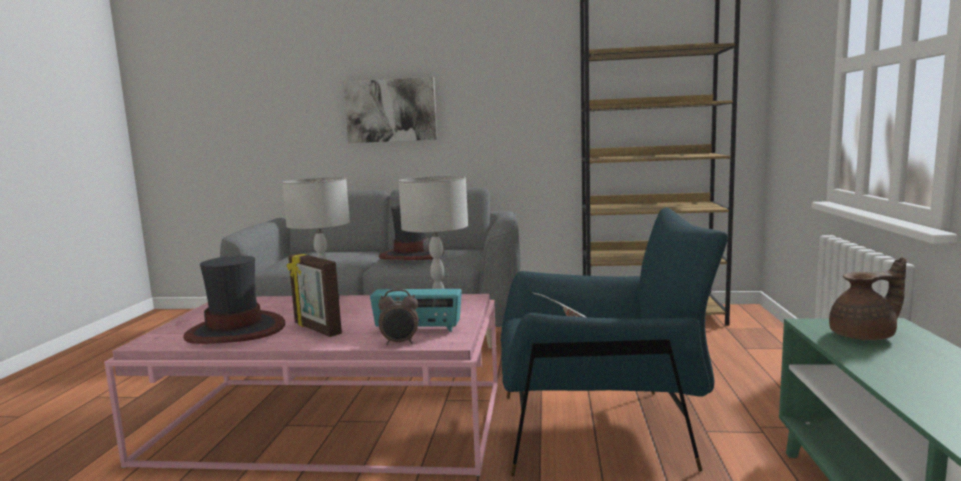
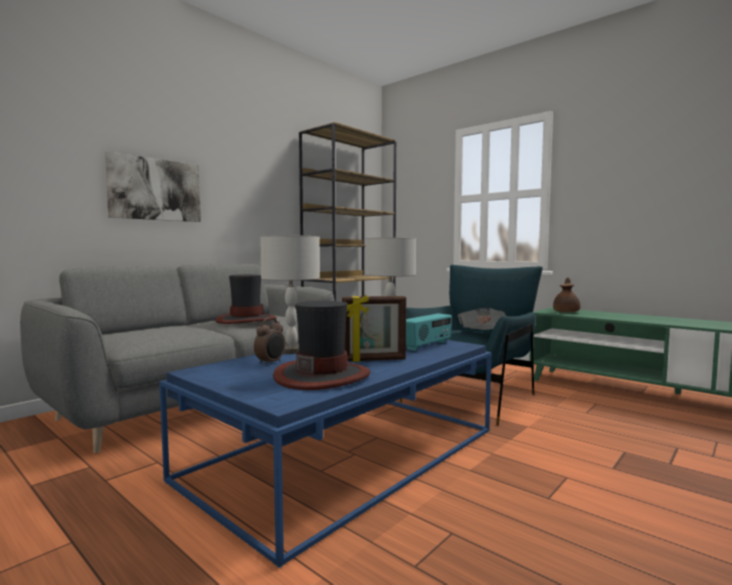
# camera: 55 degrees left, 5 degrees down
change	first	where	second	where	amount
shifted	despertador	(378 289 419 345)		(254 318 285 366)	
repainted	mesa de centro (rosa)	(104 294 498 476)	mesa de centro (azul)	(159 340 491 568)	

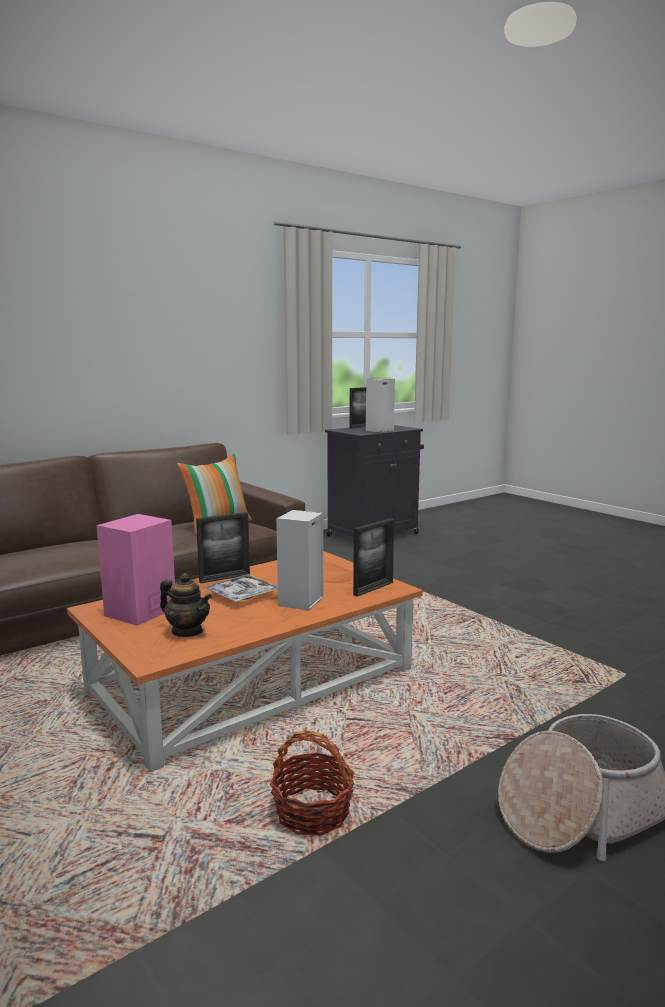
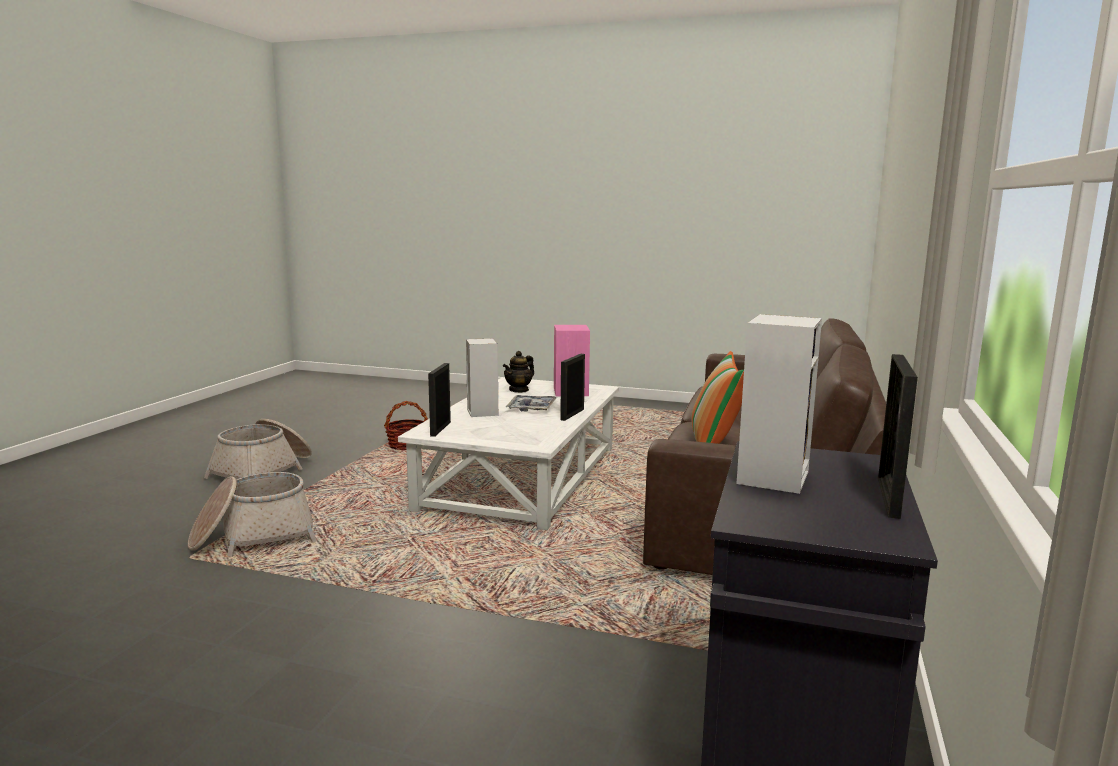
# camera: 145 degrees right, 0 degrees up
change	first	where	second	where	amount
repainted	mesa de centro (naranja)	(67 551 423 772)	mesa de centro (blanco)	(398 377 619 530)	
rotated	tetera	(160 573 212 637)		(503 351 534 393)	45 degrees counterclockwise
new			cesta	(188 472 317 557)	

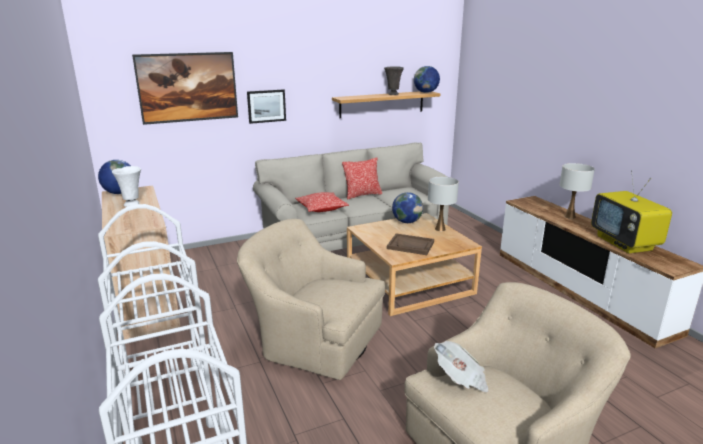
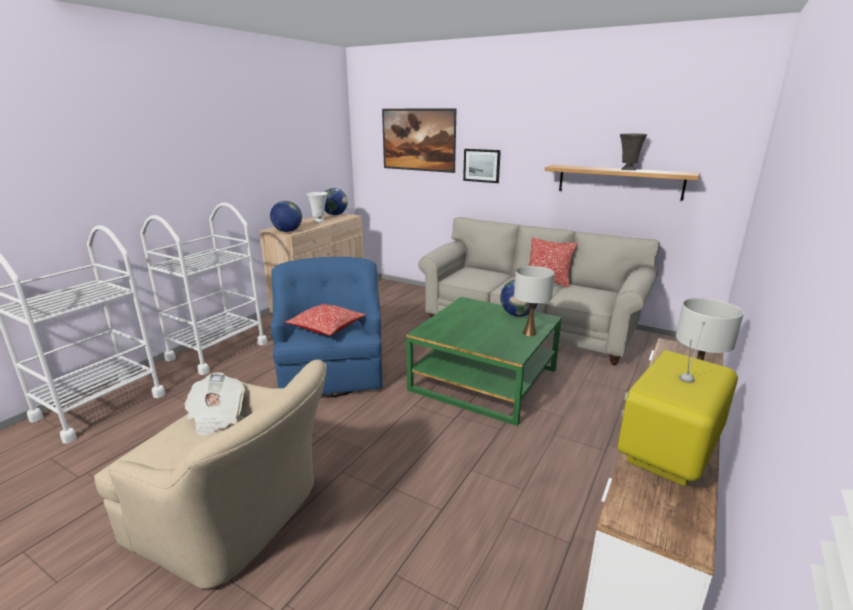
# camera: 55 degrees right, 0 degrees up
change	first	where	second	where	amount
shifted	globo terráqueo	(414 66 440 93)		(270 201 302 232)	
shifted	cojín	(296 192 349 212)		(285 304 366 336)	
repainted	mesa de centro (beis)	(347 213 482 316)	mesa de centro (verde)	(406 297 562 426)	
repainted	sillón (beis)	(237 219 385 380)	sillón (azul)	(271 257 382 398)	
gone	bandeja (marrón)	(387 233 434 255)			

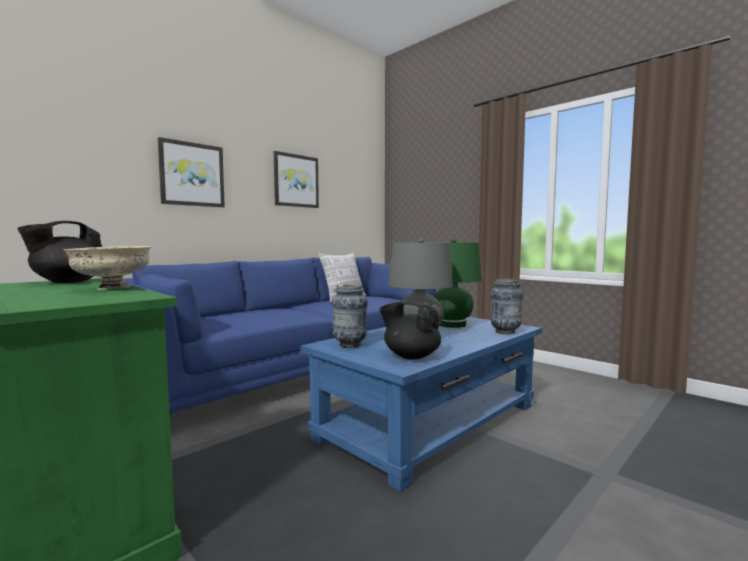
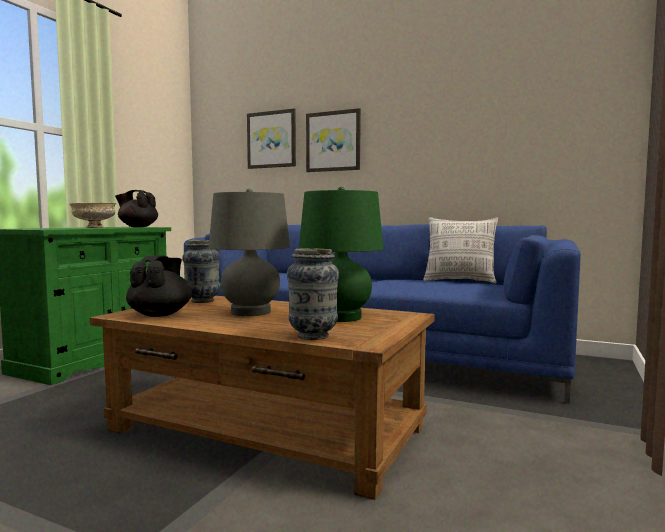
# camera: 70 degrees right, 0 degrees up
change	first	where	second	where	amount
shifted	cuadro	(274 151 319 208)		(247 109 296 169)	
repainted	mesa de centro (azul)	(300 317 542 492)	mesa de centro (marrón)	(90 296 435 500)	

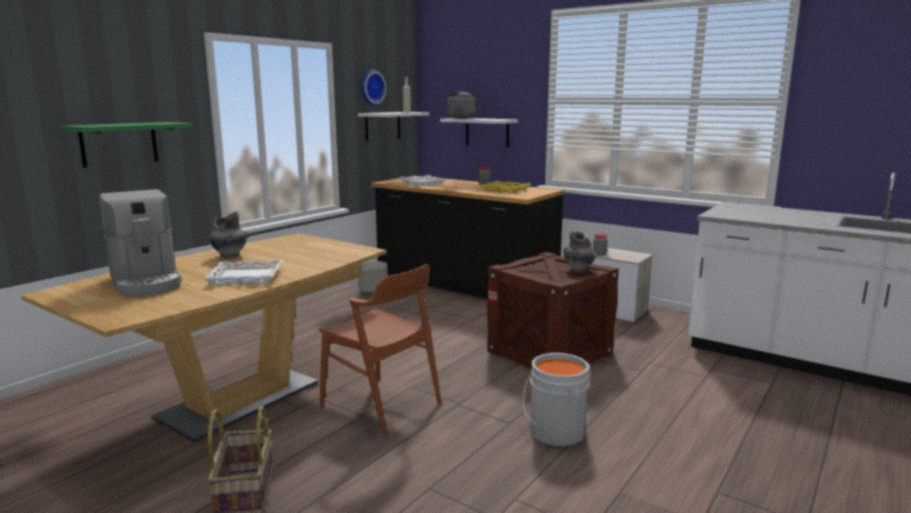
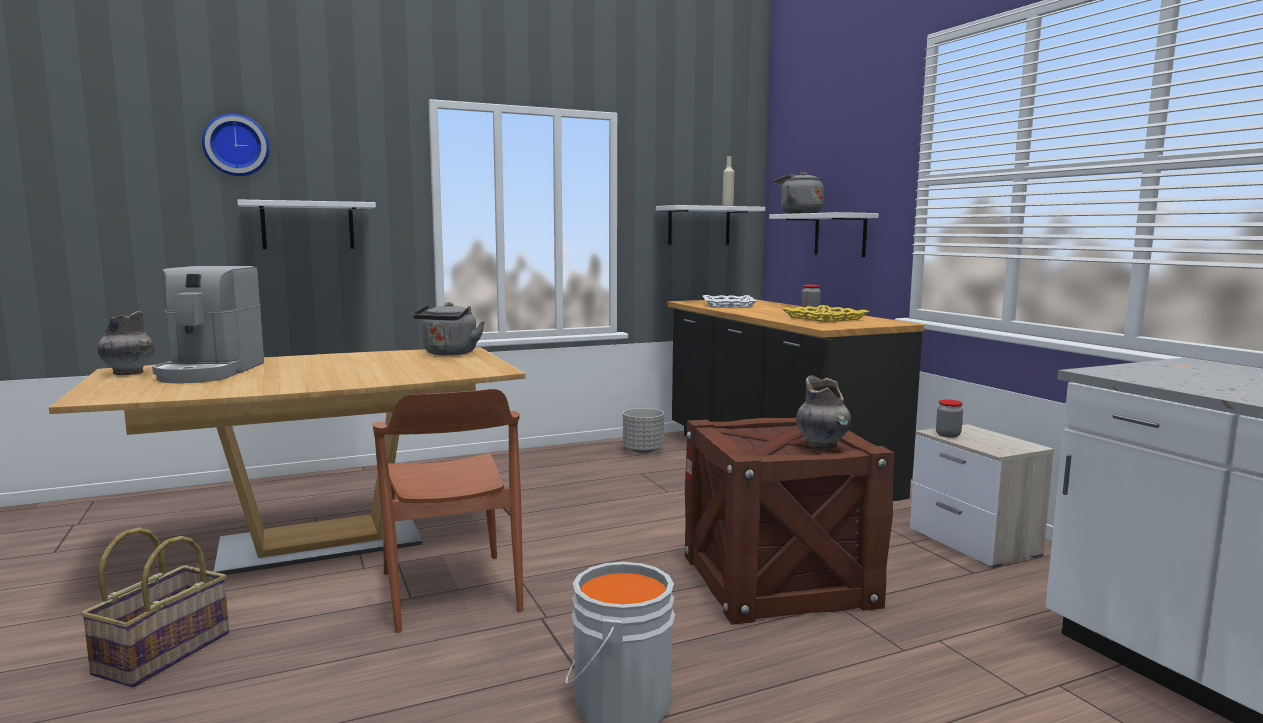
# camera: 30 degrees right, 5 degrees down
change	first	where	second	where	amount
shifted	reloj de pared	(361 70 387 106)		(202 114 270 176)	
repainted	estante (verde)	(60 122 193 168)	estante (blanco)	(237 199 376 249)	
shifted	florero (gris)	(206 211 249 259)		(98 311 155 375)	
gone	bandeja (blanco)	(203 260 282 285)			
new			hervidor (gris)	(413 302 485 356)	

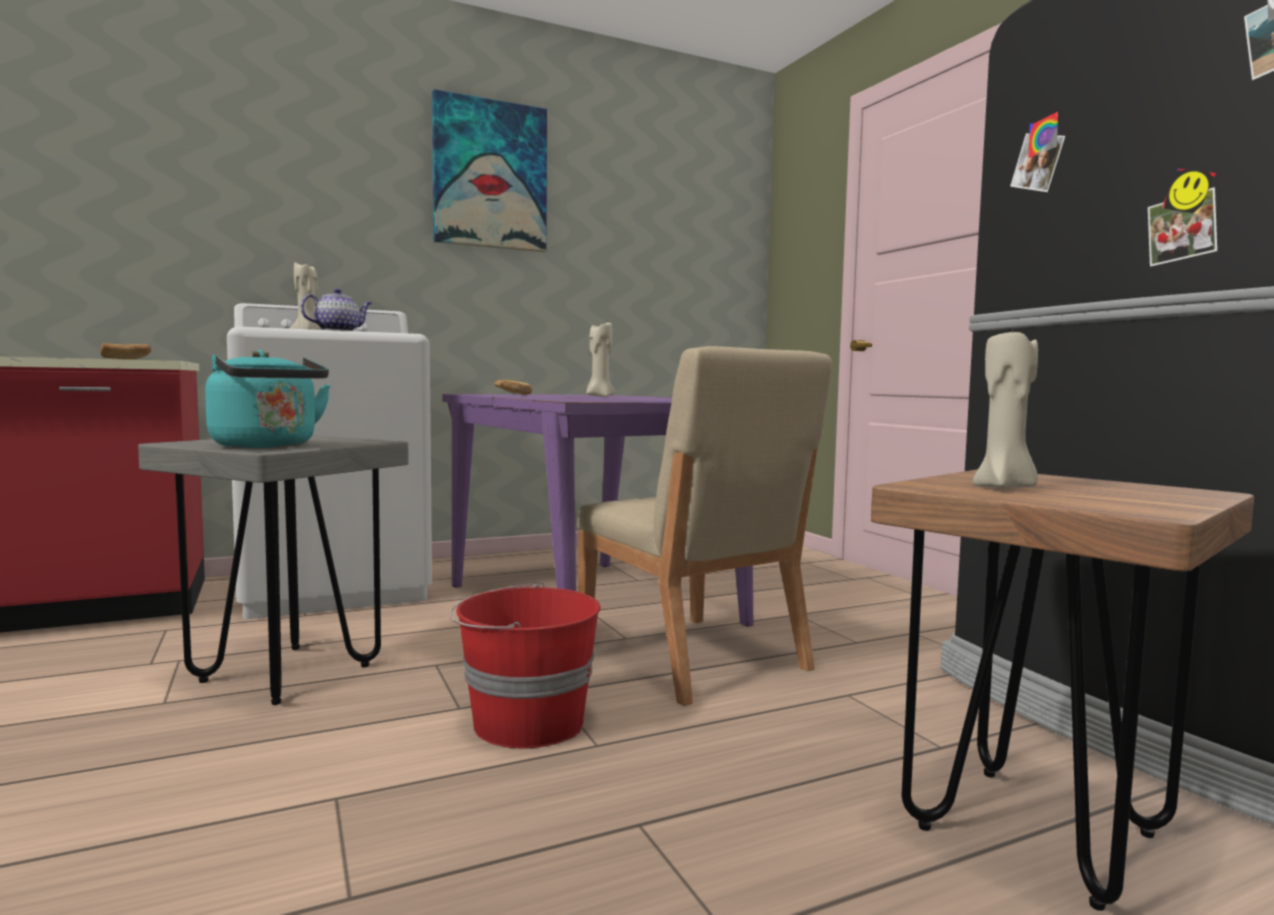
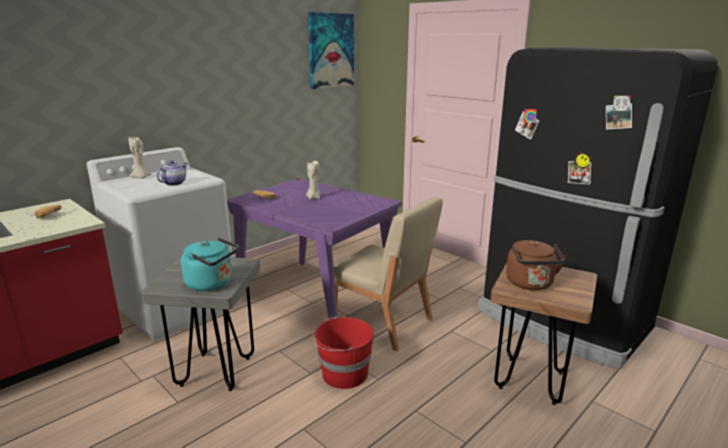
# camera: 20 degrees left, 15 degrees up
change	first	where	second	where	amount
shifted	cuadro	(432 89 547 252)		(308 12 354 89)	
swapped	vela (beis)	(973 331 1038 488)	hervidor (marrón)	(506 240 566 290)	

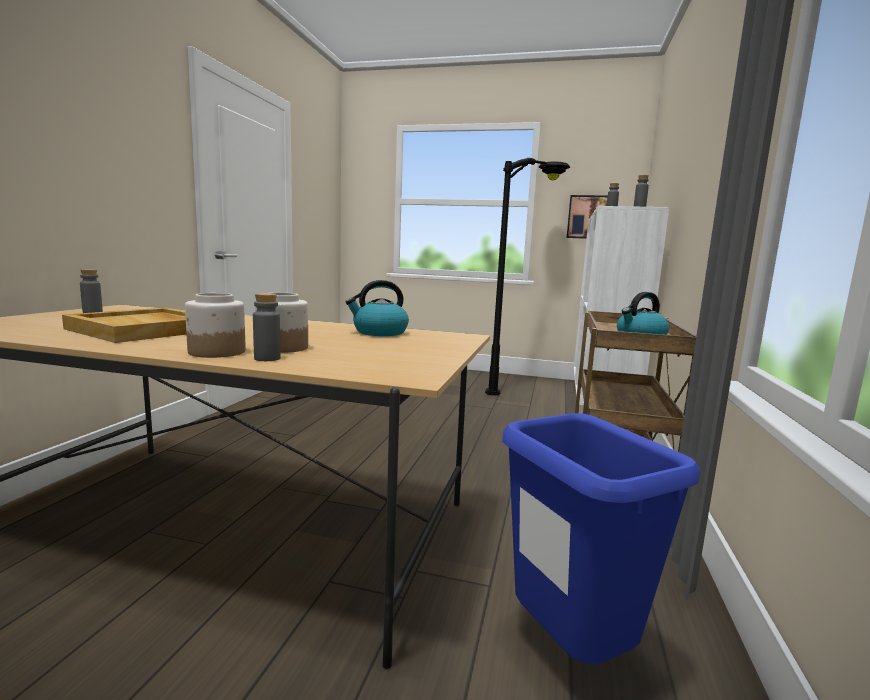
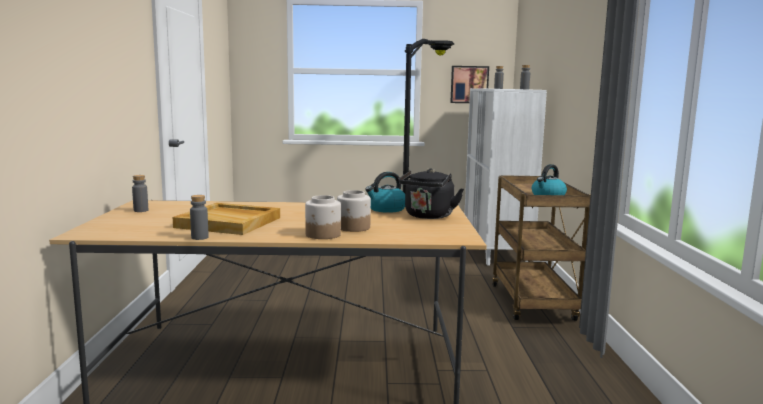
# camera: 15 degrees left, 0 degrees up
change	first	where	second	where	amount
shifted	botella (gris)	(253 293 281 361)		(190 195 209 240)	
gone	papelera (azul)	(502 413 700 665)			
new			hervidor (negro)	(399 169 464 219)	

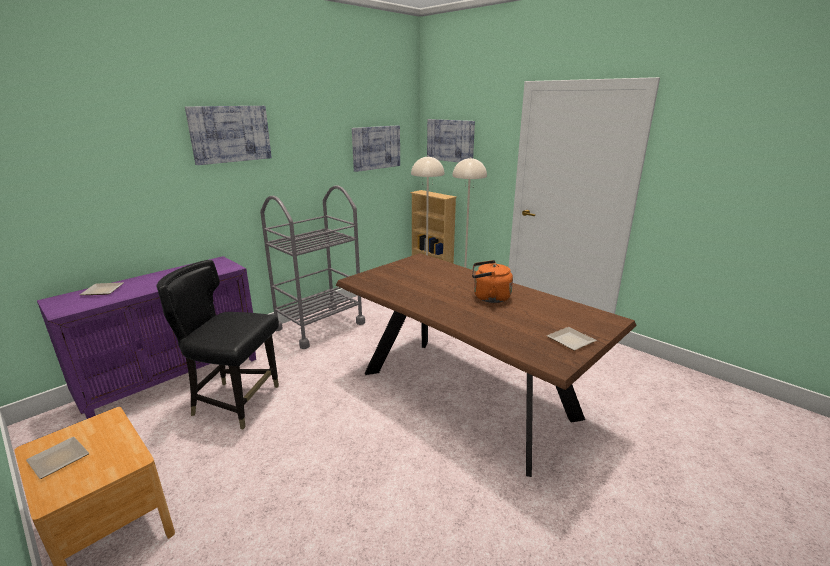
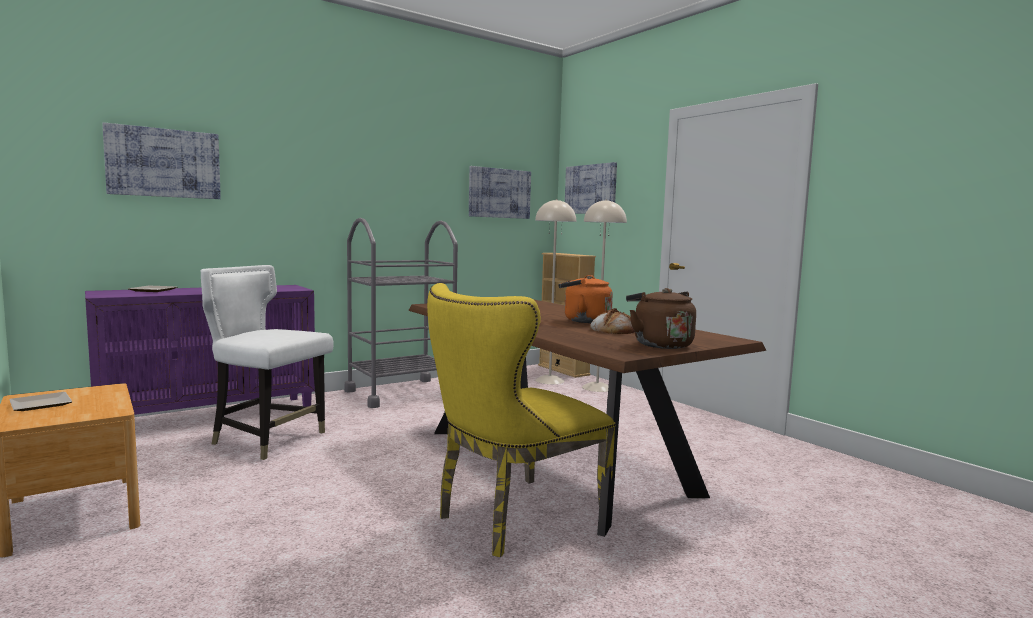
# camera: 10 degrees right, 15 degrees down
change	first	where	second	where	amount
shifted	cuadro	(185 106 272 165)		(102 122 221 199)	
repainted	silla (negro)	(157 260 279 429)	silla (blanco)	(201 265 334 460)	
swapped	plato	(547 327 597 351)	hervidor (marrón)	(626 288 696 349)	
new			silla (amarillo)	(427 283 616 557)	
new			pan	(590 308 635 334)	

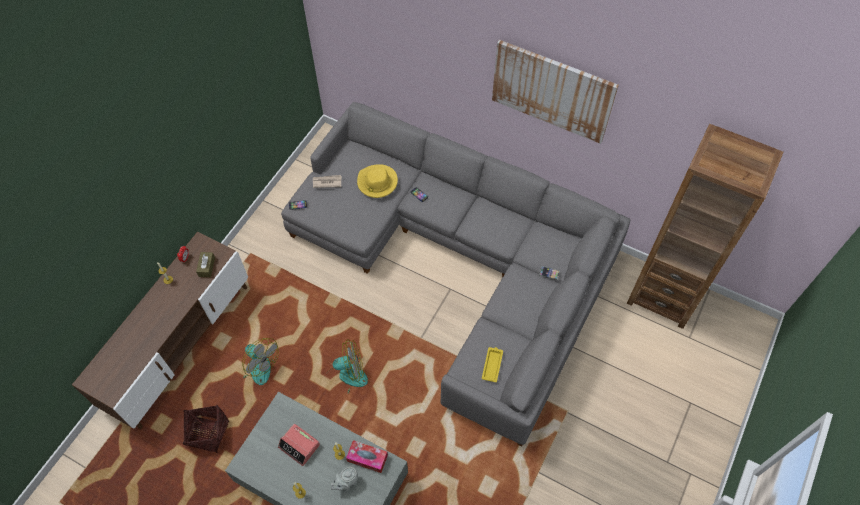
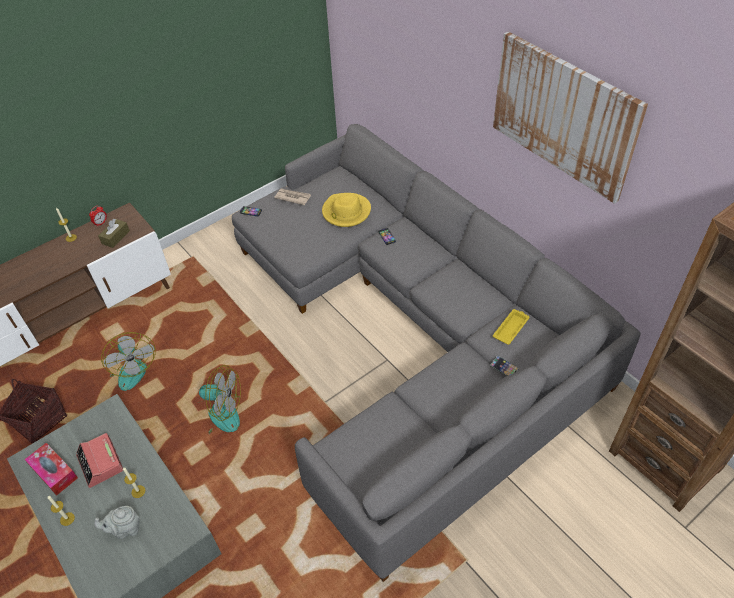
# camera: 25 degrees right, 10 degrees down
change	first	where	second	where	amount
shifted	bandeja (amarillo)	(482 347 503 382)		(493 309 530 345)	
shifted	caja de pañuelos	(346 440 388 473)		(24 443 78 496)	

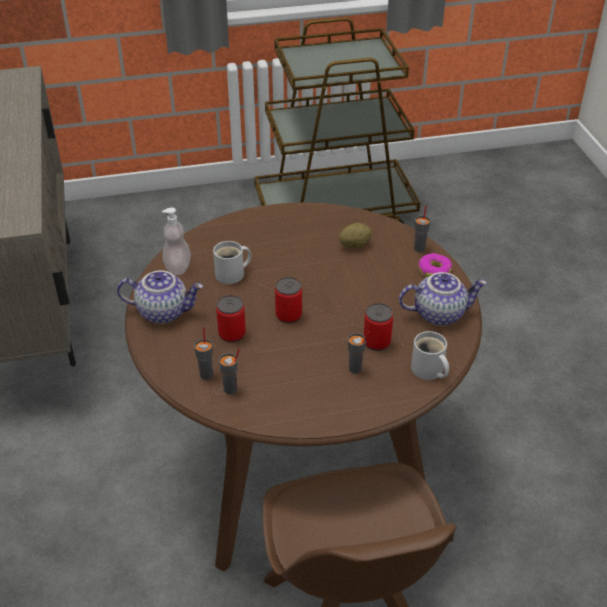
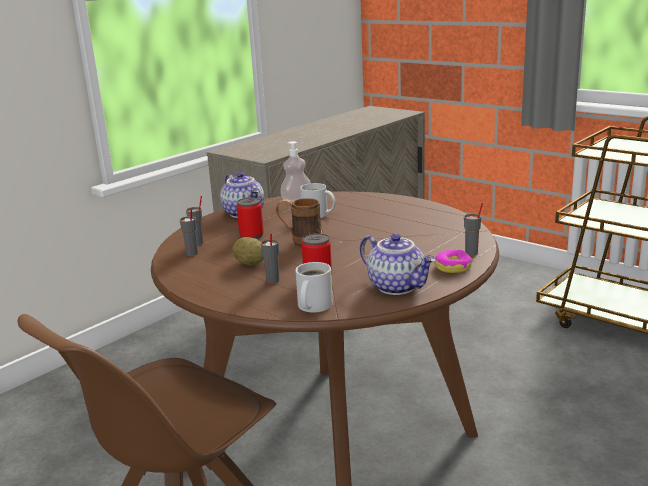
# camera: 55 degrees right, 20 degrees down
change	first	where	second	where	amount
shifted	patata	(339 223 372 248)		(232 237 264 265)	
swapped	lata	(275 277 302 324)	taza grande (marrón)	(276 198 321 248)	

